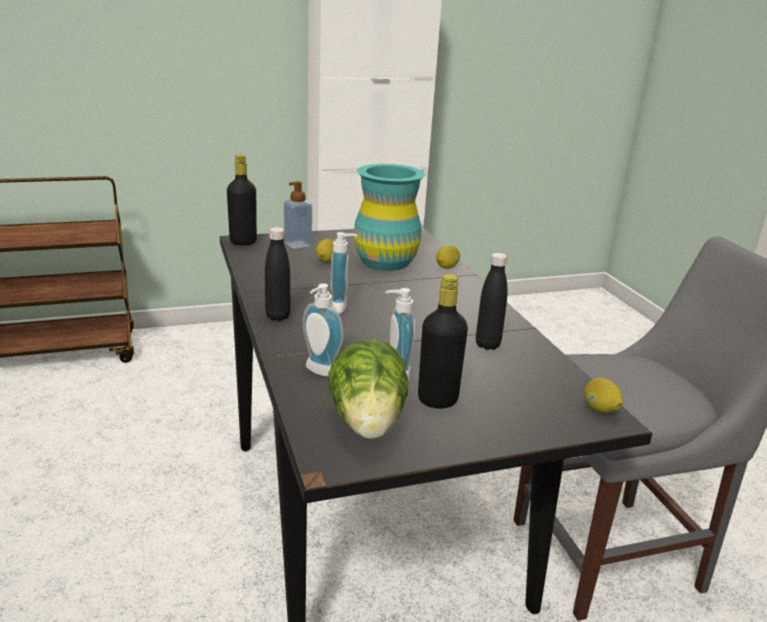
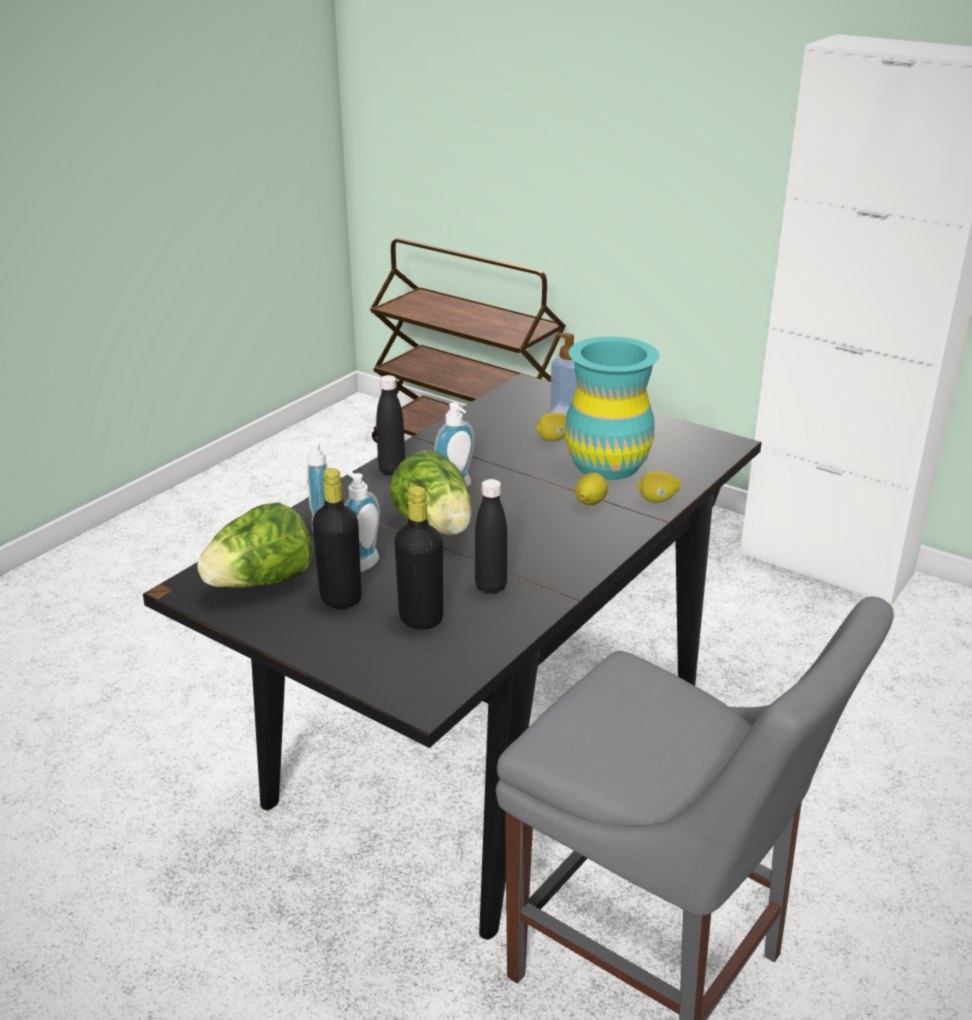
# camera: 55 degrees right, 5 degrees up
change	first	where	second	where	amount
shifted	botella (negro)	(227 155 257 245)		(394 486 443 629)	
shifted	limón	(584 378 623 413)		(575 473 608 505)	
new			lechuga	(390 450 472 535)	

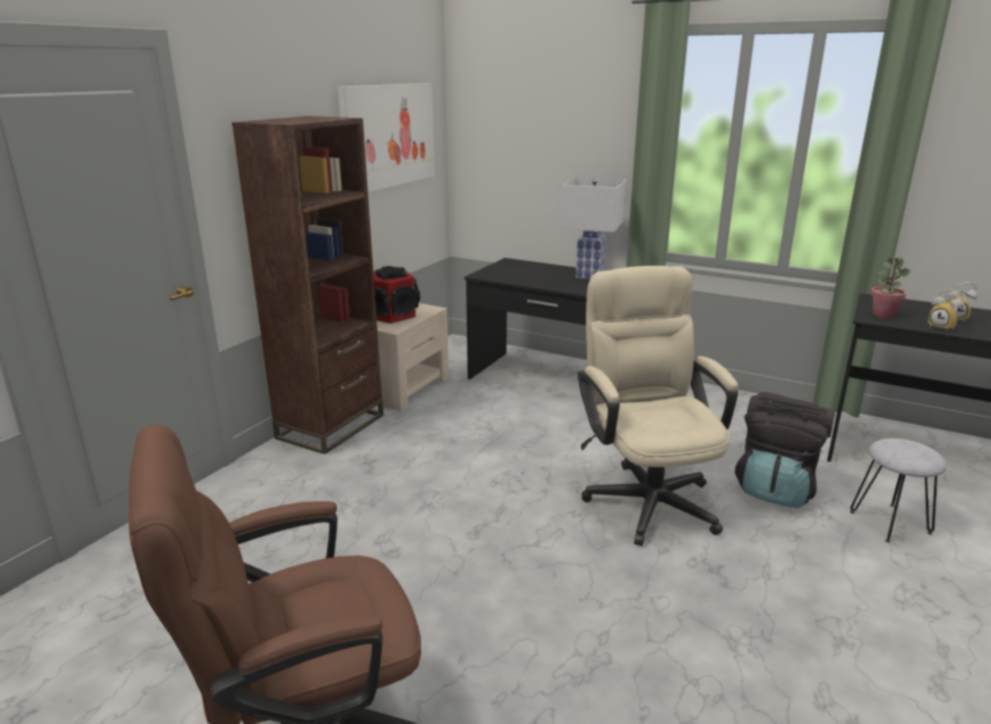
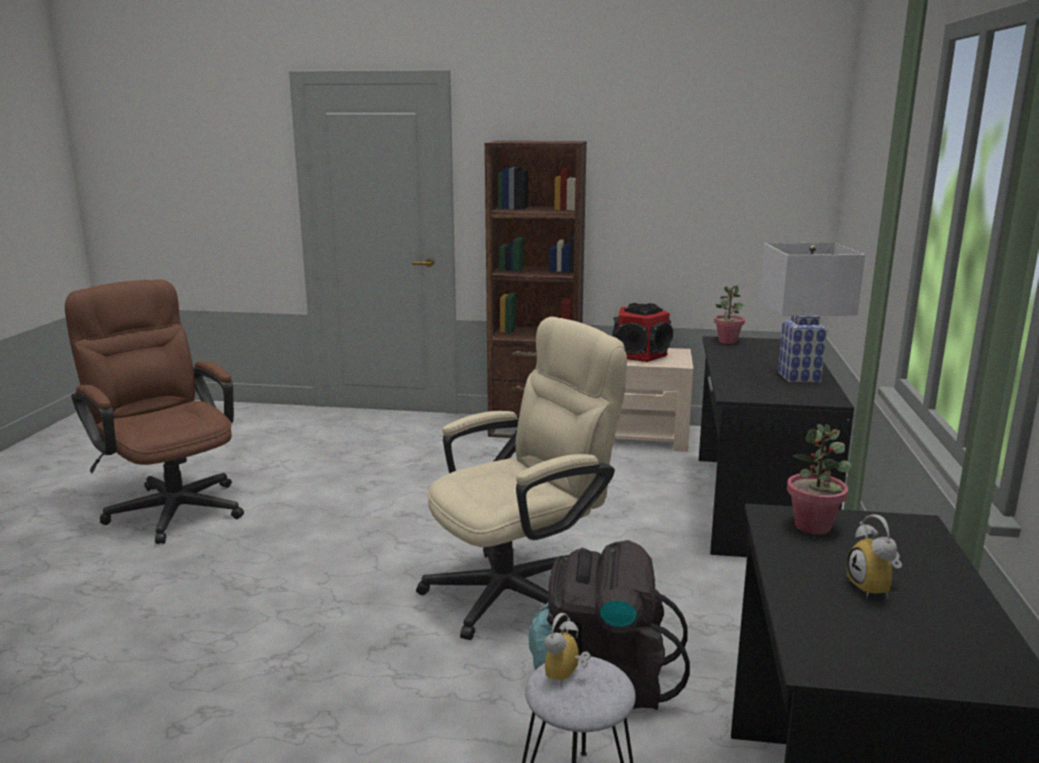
# camera: 70 degrees right, 5 degrees down
change	first	where	second	where	amount
gone	cuadro	(338 83 435 192)			
shifted	despertador	(928 289 964 331)		(544 613 591 687)	
new			planta en maceta	(714 285 745 344)	

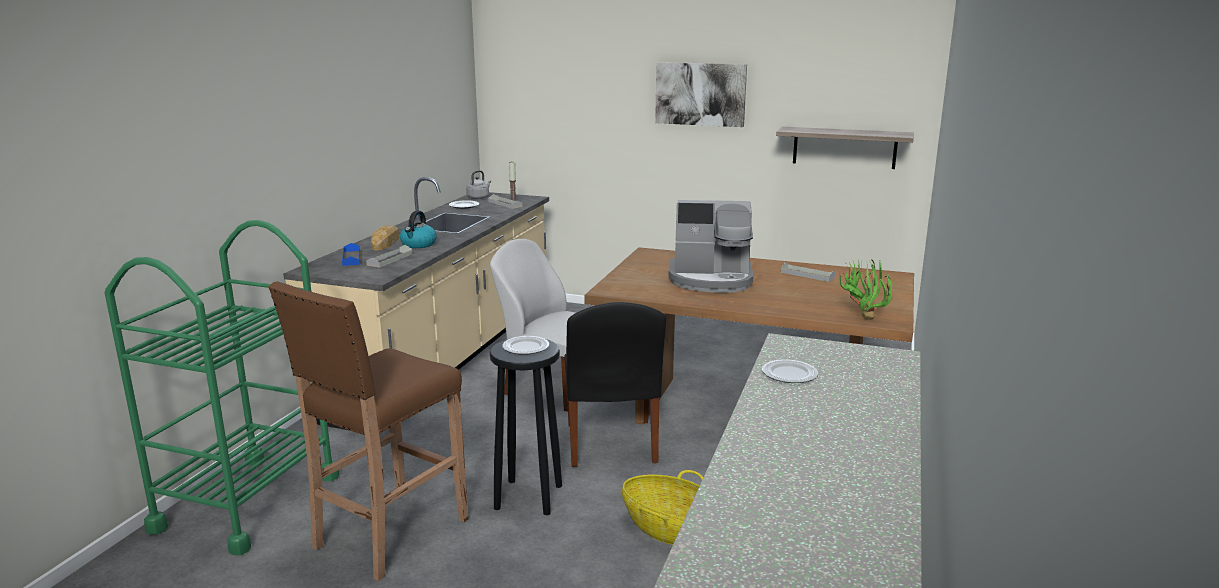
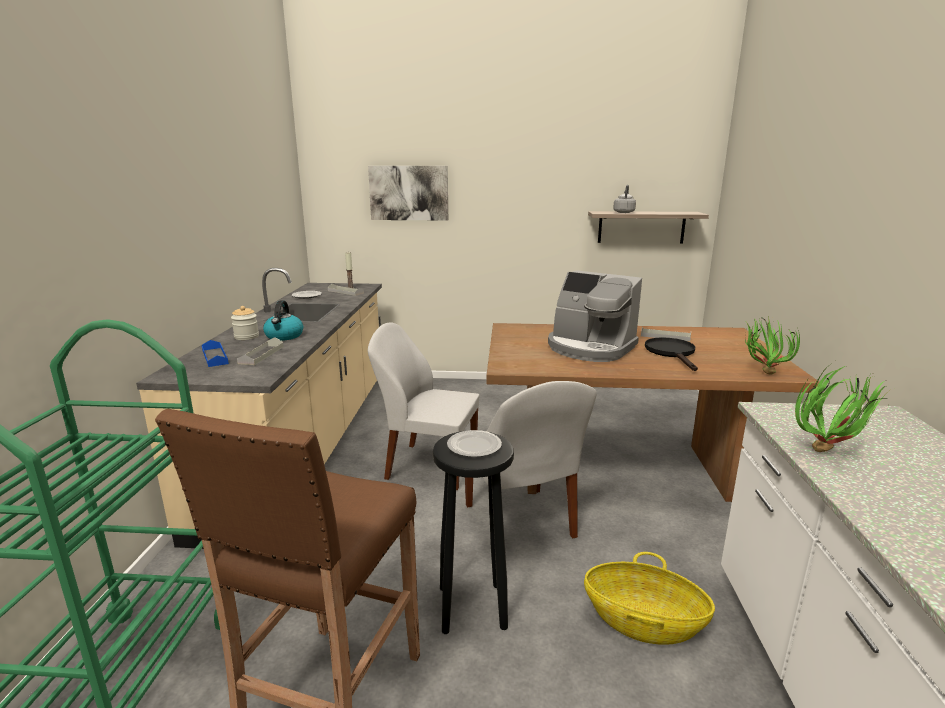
# camera: 15 degrees left, 0 degrees up
change	first	where	second	where	amount
shifted	cuadro	(655 62 747 127)		(368 166 448 221)	
shifted	hervidor (gris)	(466 170 491 199)		(613 185 636 213)	
rotated	cafetera	(668 200 753 293)		(548 270 642 362)	45 degrees clockwise
swapped	pan	(371 226 399 250)	tarro	(231 306 259 340)	
repainted	silla (negro)	(565 302 666 467)	silla (blanco)	(465 381 597 538)	
swapped	plato	(762 359 818 383)	planta en maceta	(795 360 890 452)	
new			sartén (negro)	(645 337 698 371)	

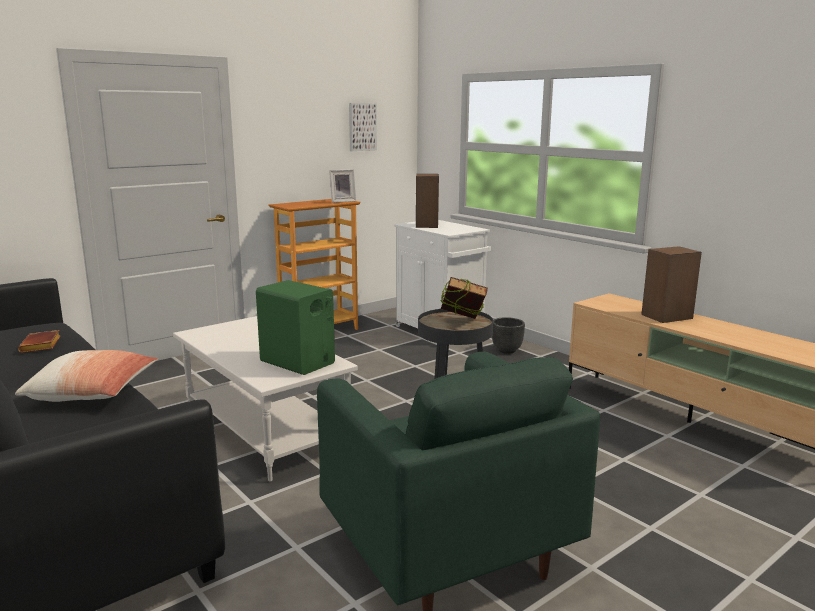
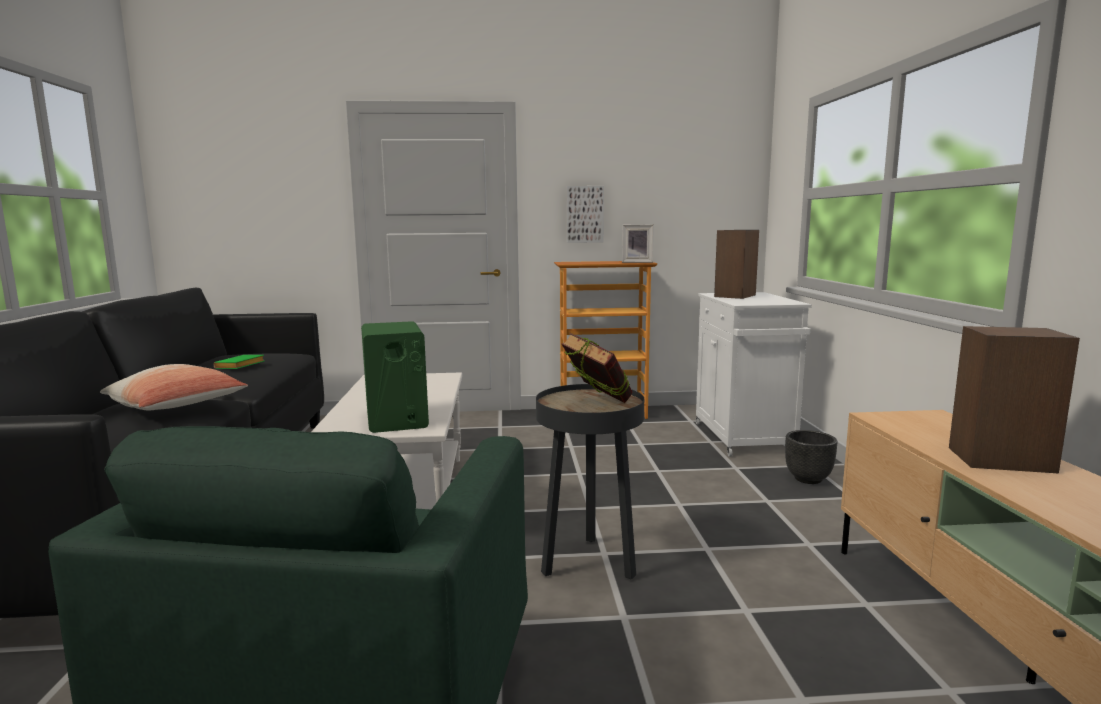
# camera: 35 degrees right, 5 degrees down
change	first	where	second	where	amount
shifted	cuadro	(349 103 377 151)		(567 186 604 243)	
repainted	libro (marrón)	(18 330 61 353)	libro (verde)	(213 355 264 369)	

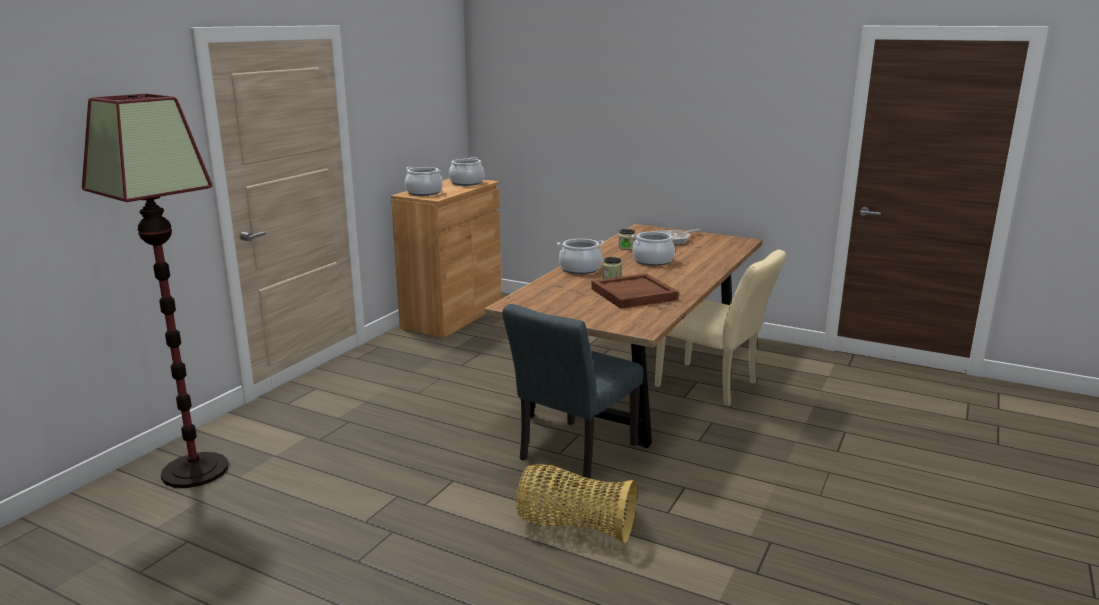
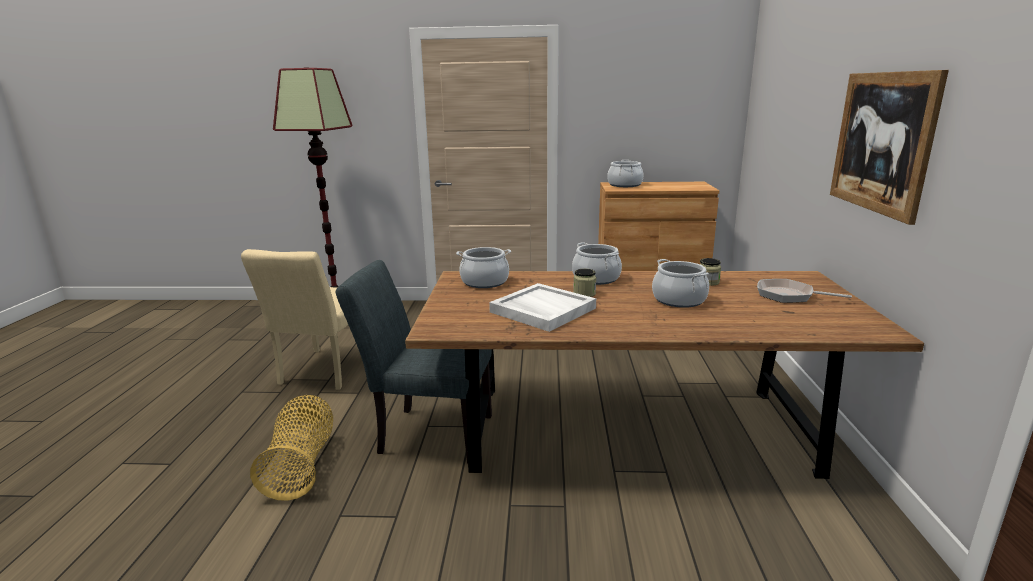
# camera: 65 degrees right, 0 degrees up
change	first	where	second	where	amount
shifted	olla	(449 157 484 186)		(456 247 511 288)	
shifted	silla (beis)	(654 250 786 406)		(241 249 348 390)	
repainted	bandeja (marrón)	(591 274 679 309)	bandeja (blanco)	(489 283 596 332)	
new			cuadro	(830 70 949 225)	

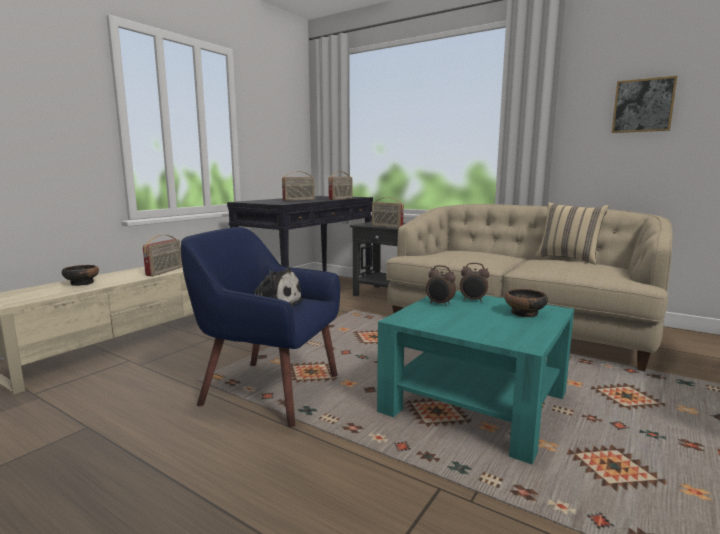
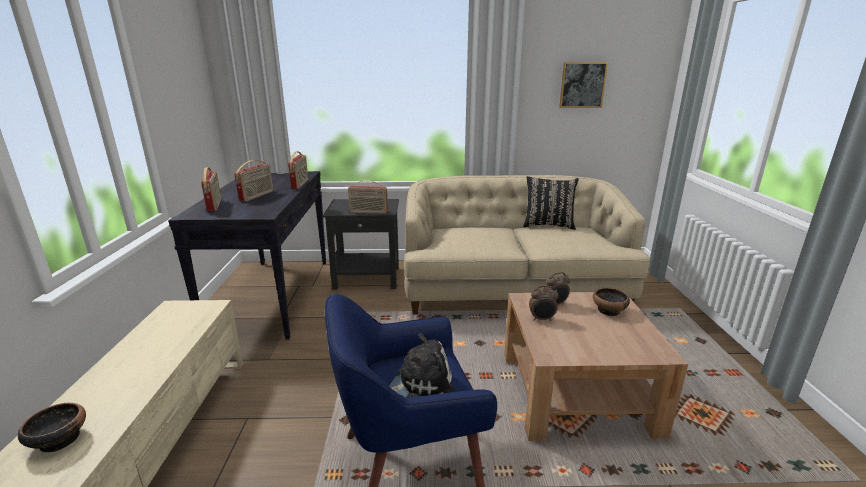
# camera: 35 degrees left, 10 degrees up
change	first	where	second	where	amount
repainted	cojín (beis)	(535 202 609 265)	cojín (negro)	(523 176 579 230)	
shifted	radio	(143 235 182 276)		(201 167 221 212)	
repainted	mesa de centro (turquesa)	(377 291 574 464)	mesa de centro (marrón)	(504 292 688 441)	

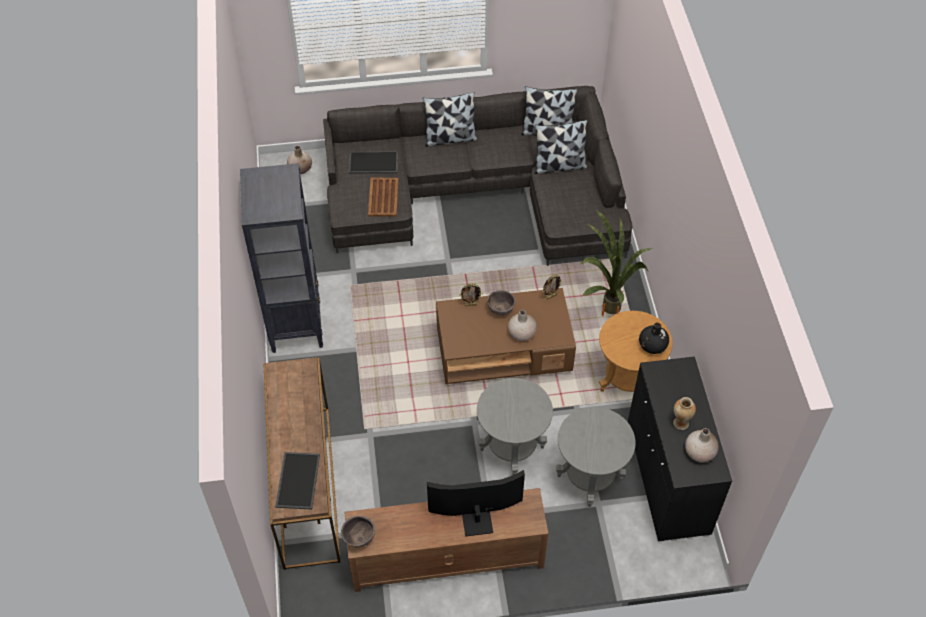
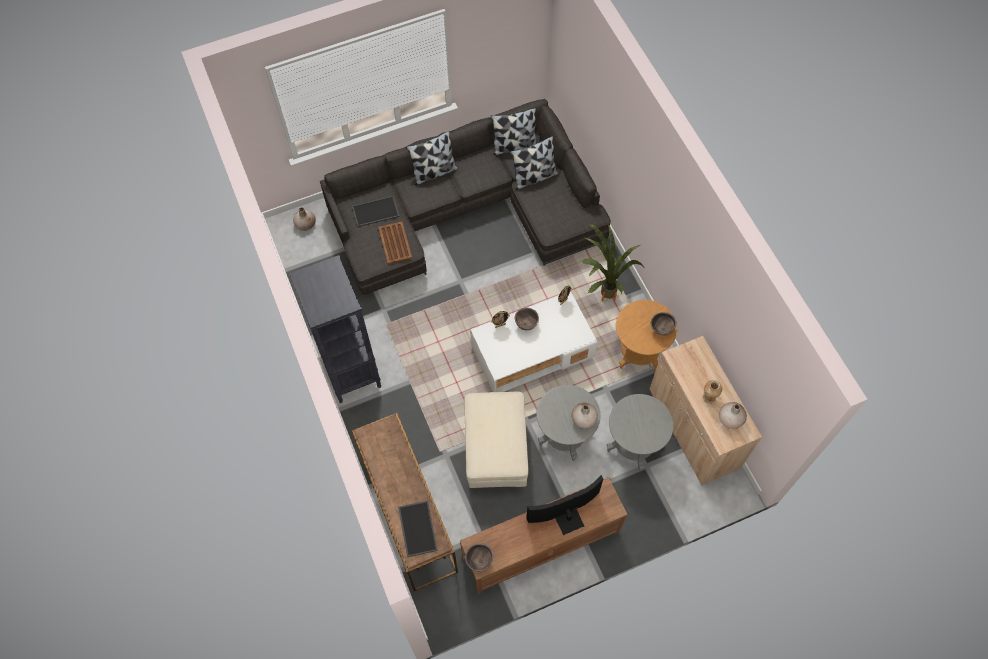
# camera: 15 degrees left, 10 degrees up
change	first	where	second	where	amount
repainted	mesa de centro (marrón)	(436 288 576 384)	mesa de centro (blanco)	(470 292 597 392)	
shifted	florero (beis)	(508 310 537 341)		(572 403 598 428)	
swapped	florero (negro)	(639 323 669 354)	cuenco (marrón)	(651 312 677 335)	
repainted	armario (negro)	(628 356 732 541)	armario (beis)	(650 336 762 485)	
new			puf (beis)	(464 392 528 488)	

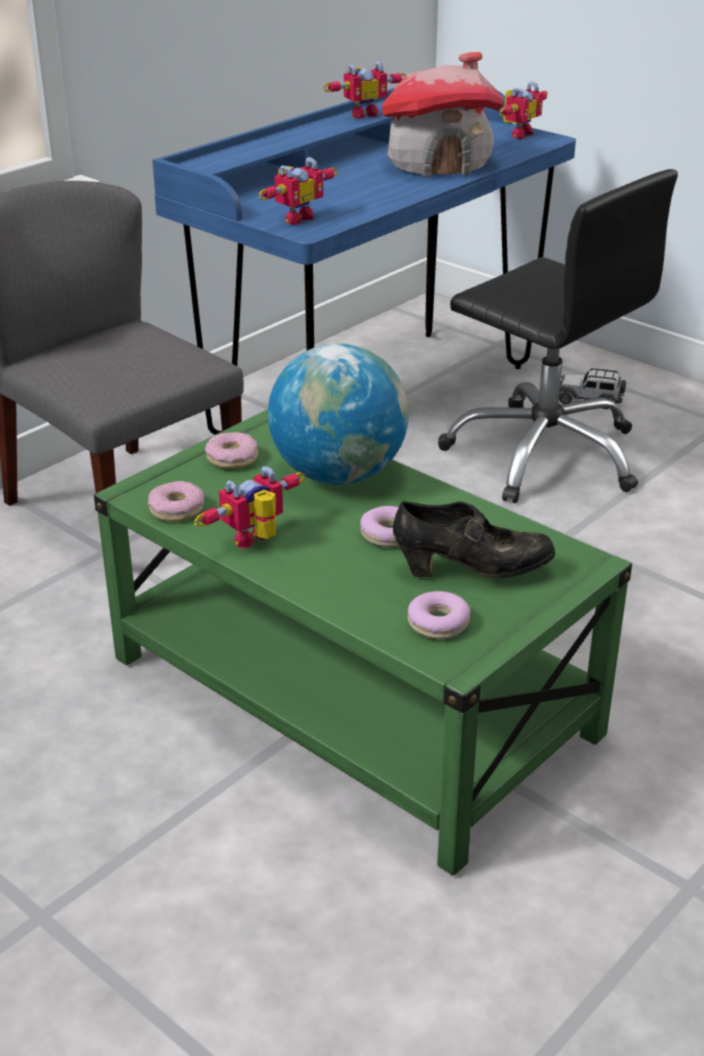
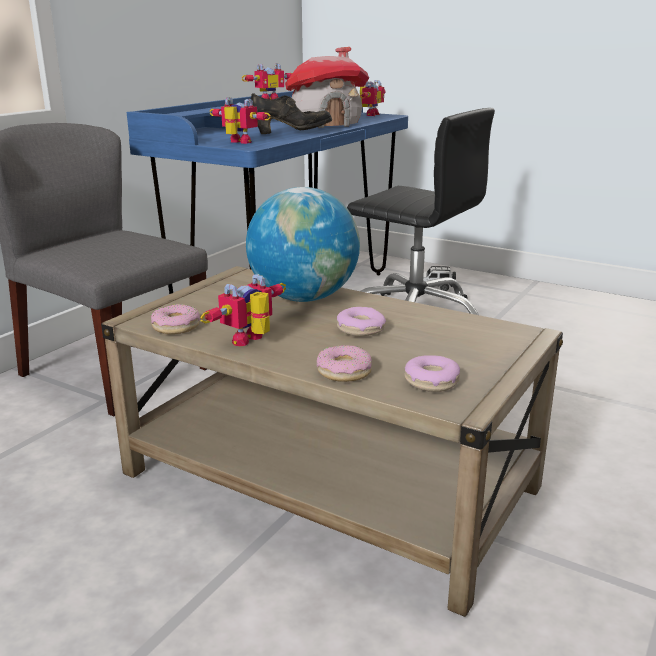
# camera: 10 degrees left, 10 degrees down
change	first	where	second	where	amount
rotated	robot de juguete	(258 157 337 225)		(210 97 271 144)	90 degrees counterclockwise
repainted	mesa de centro (verde)	(94 409 632 876)	mesa de centro (beis)	(101 266 563 617)	
shifted	rosquilla	(205 432 258 469)		(317 345 372 382)	
shifted	zapato (negro)	(393 501 555 578)		(249 93 332 134)	

